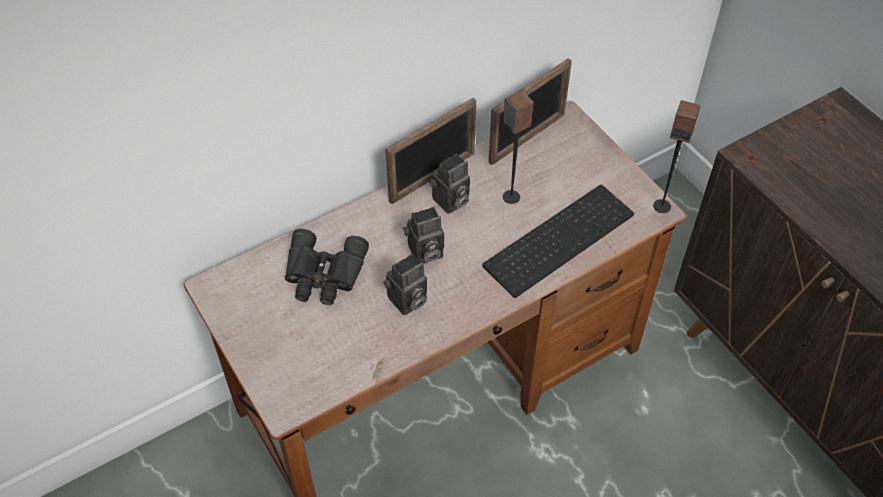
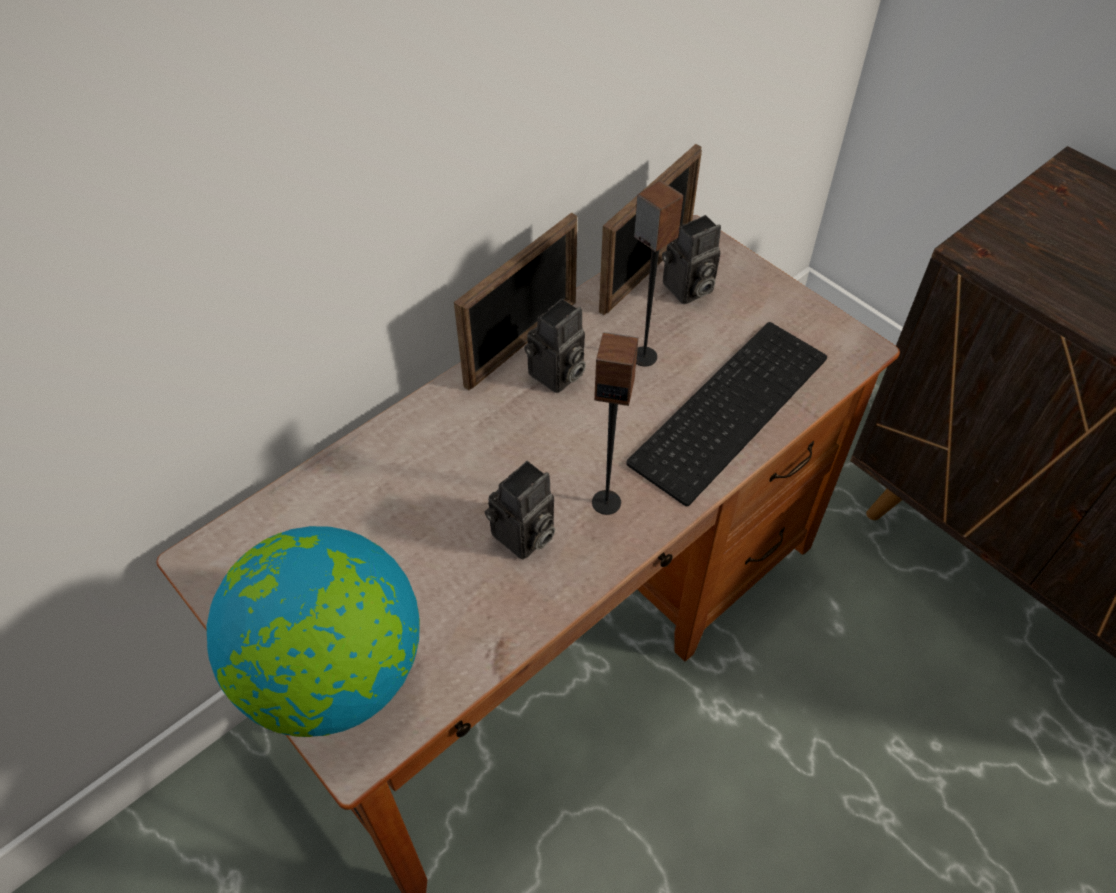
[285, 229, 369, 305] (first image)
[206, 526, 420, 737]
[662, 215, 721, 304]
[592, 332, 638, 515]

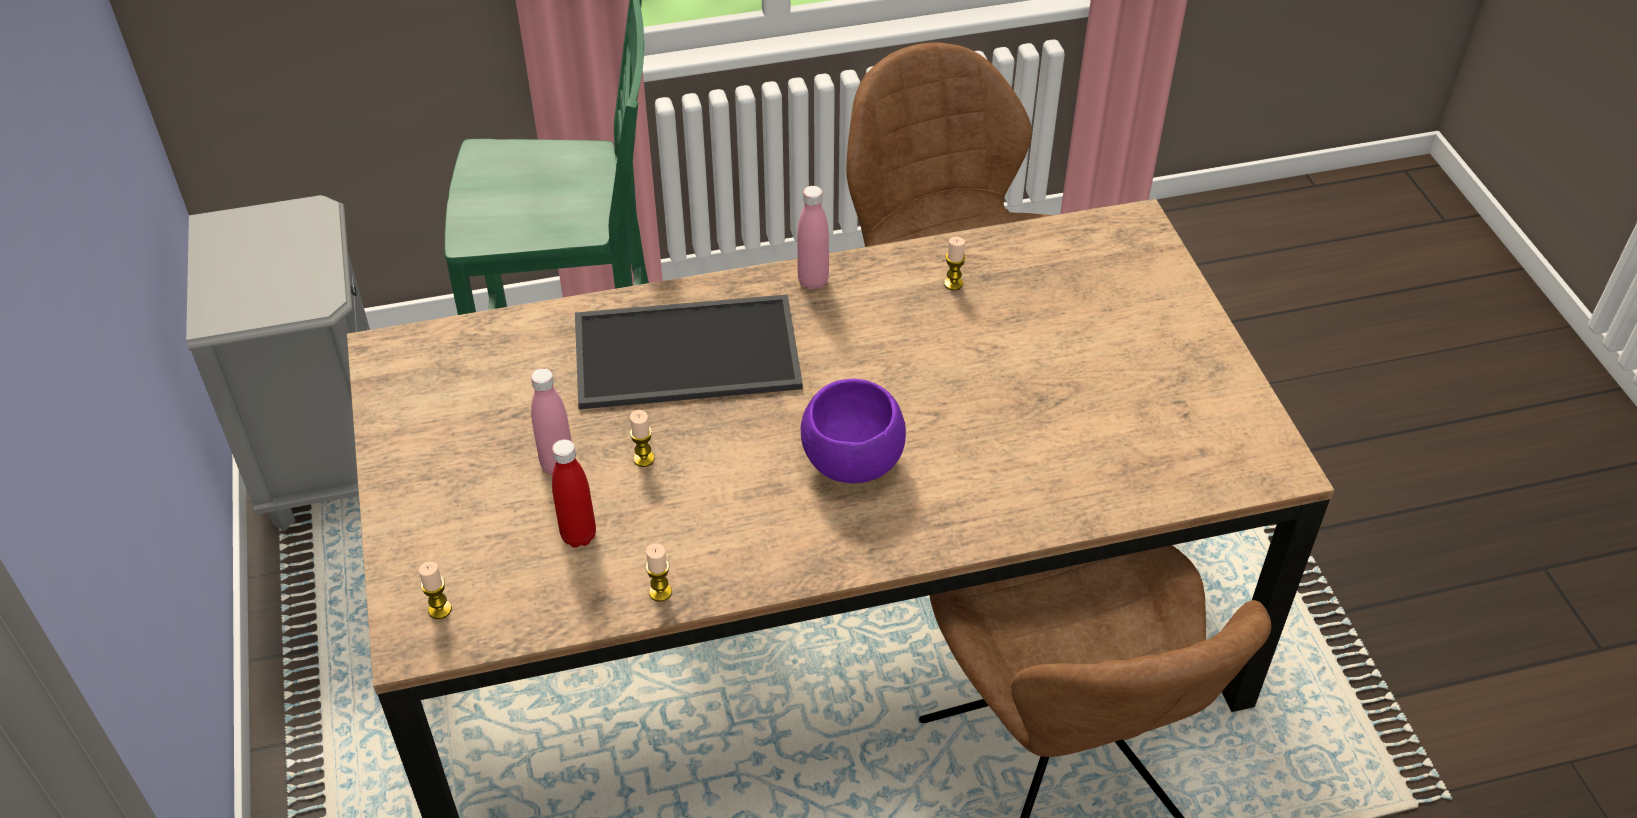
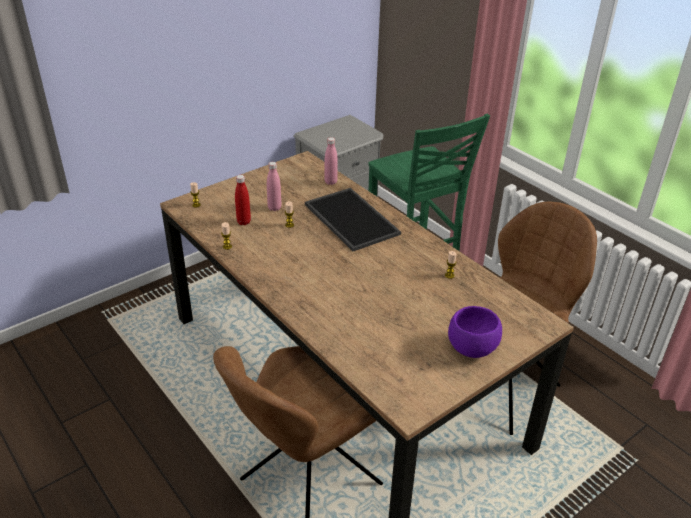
[324, 137, 338, 185]
[448, 306, 502, 358]

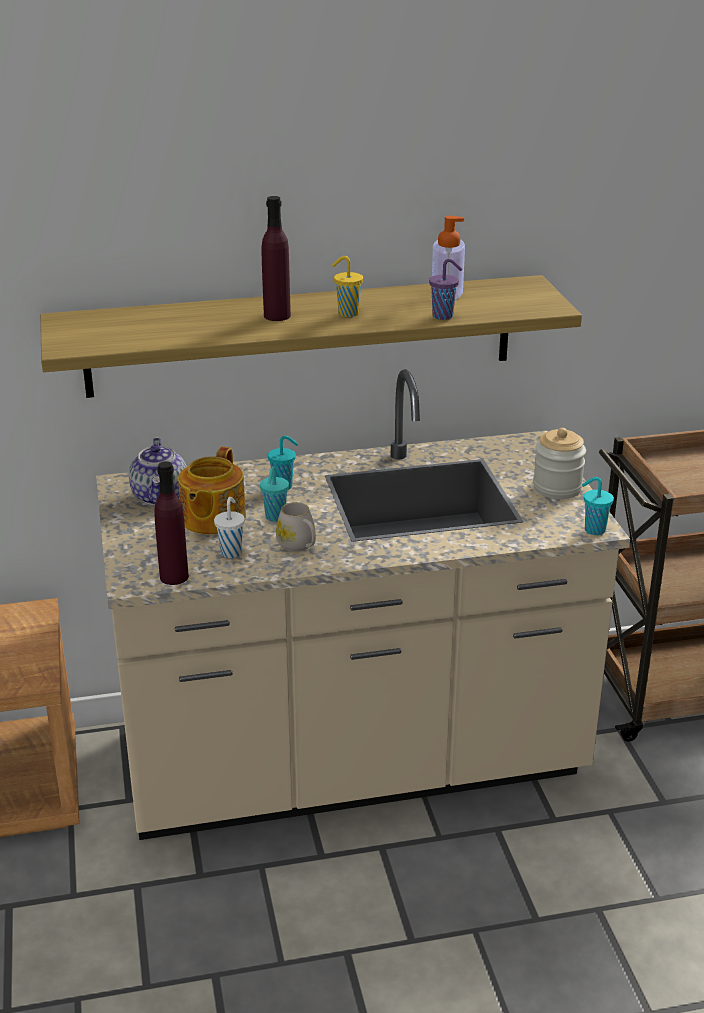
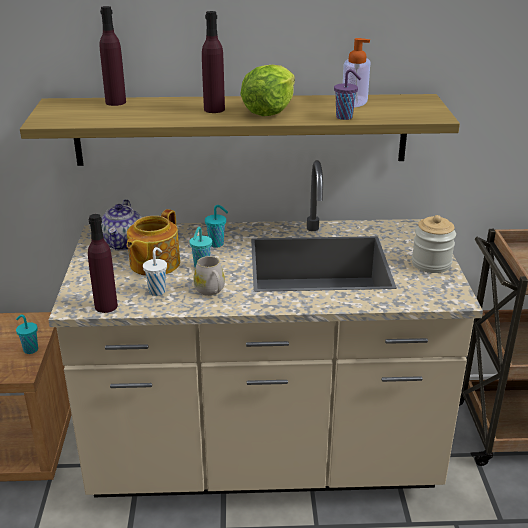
[100, 6, 126, 106]
[16, 315, 38, 354]
[240, 65, 295, 116]

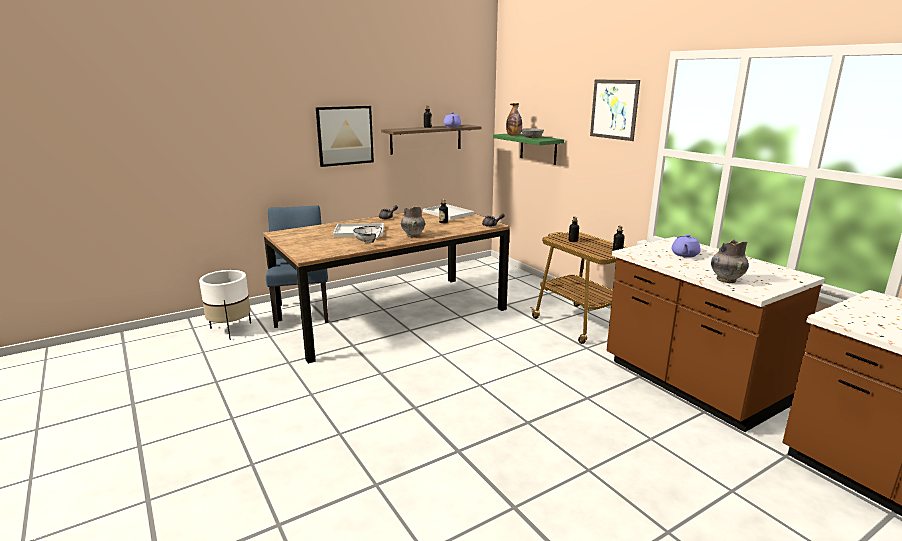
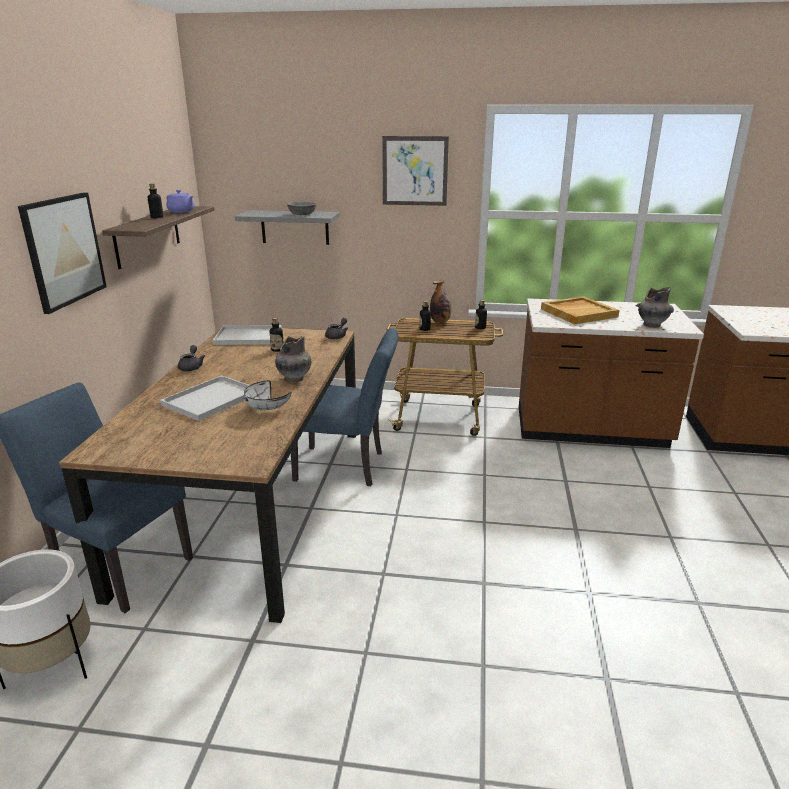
[291, 328, 398, 486]
[430, 280, 451, 323]
[541, 296, 619, 324]
[235, 210, 340, 245]

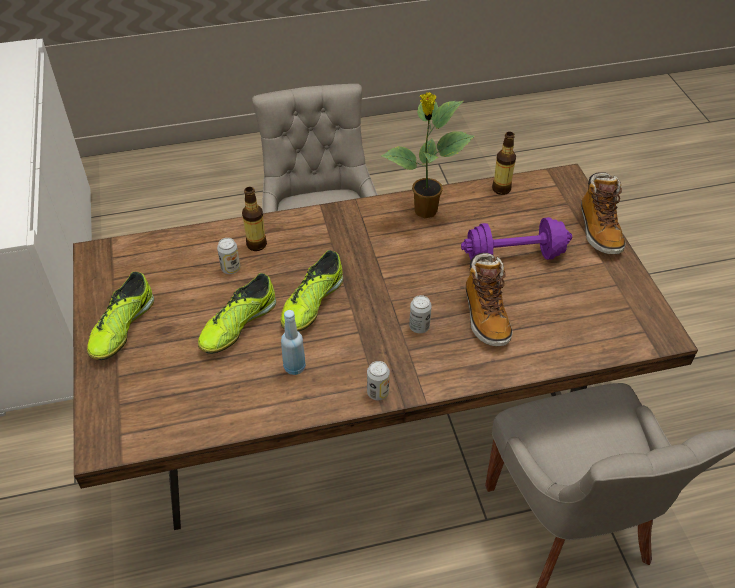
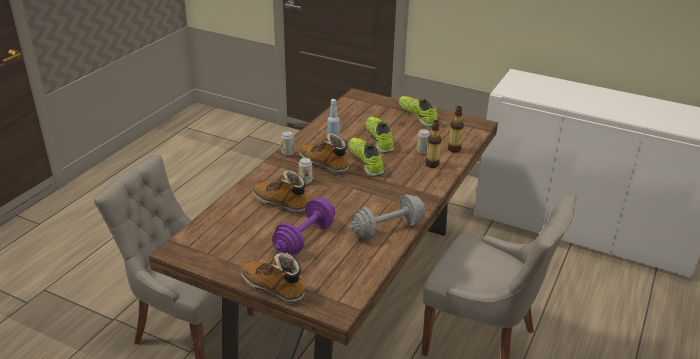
[299, 133, 349, 174]
[448, 106, 464, 153]
[349, 195, 425, 239]

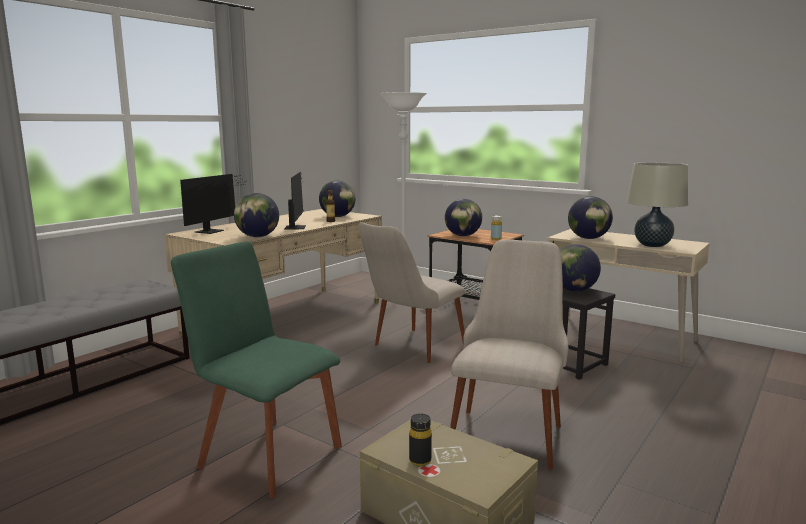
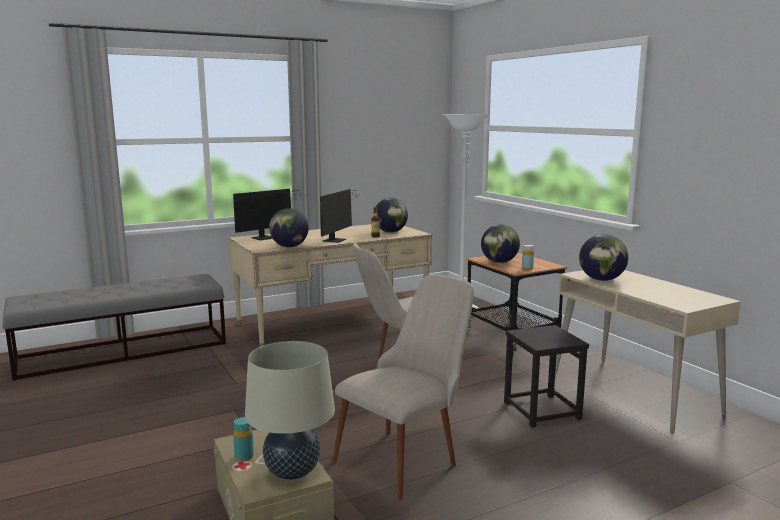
[171, 241, 342, 498] (first image)
[560, 244, 601, 292] (first image)
[245, 341, 335, 480]
[233, 417, 254, 462]

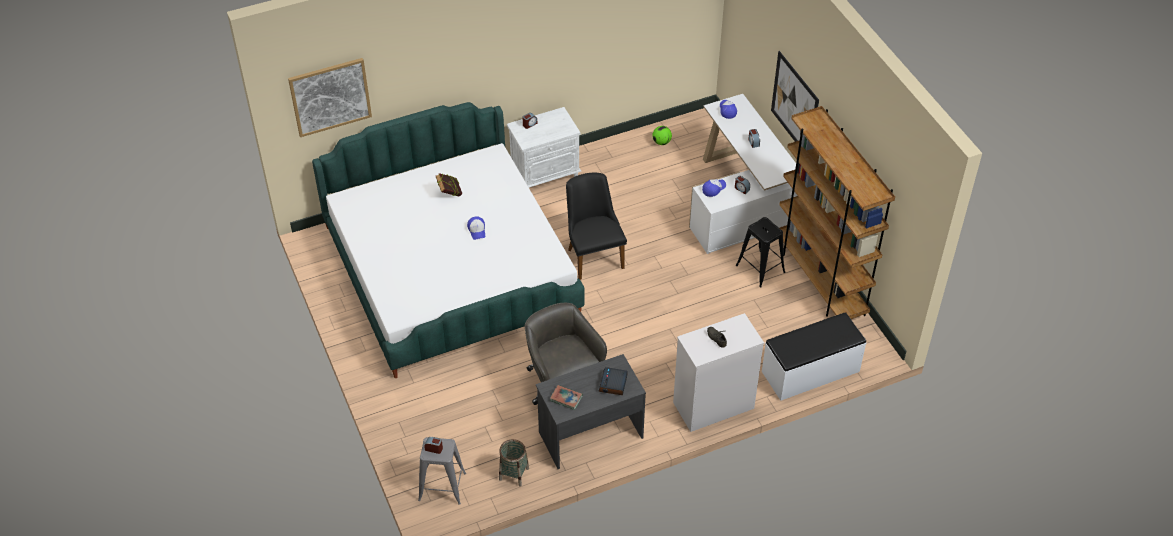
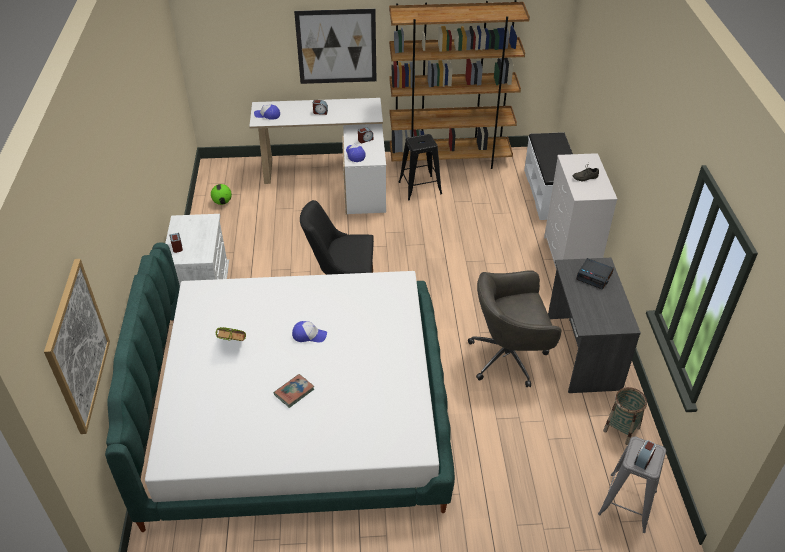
[274, 374, 314, 408]

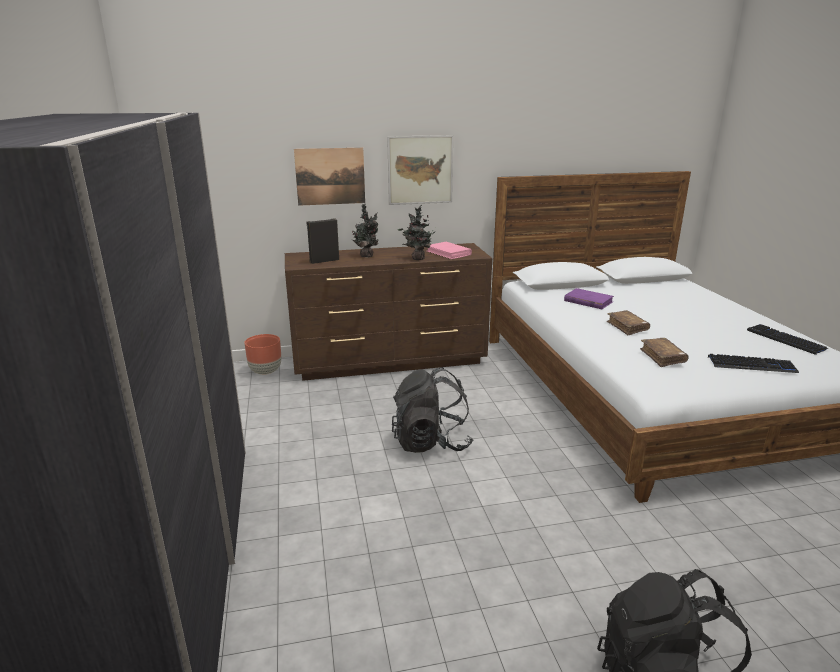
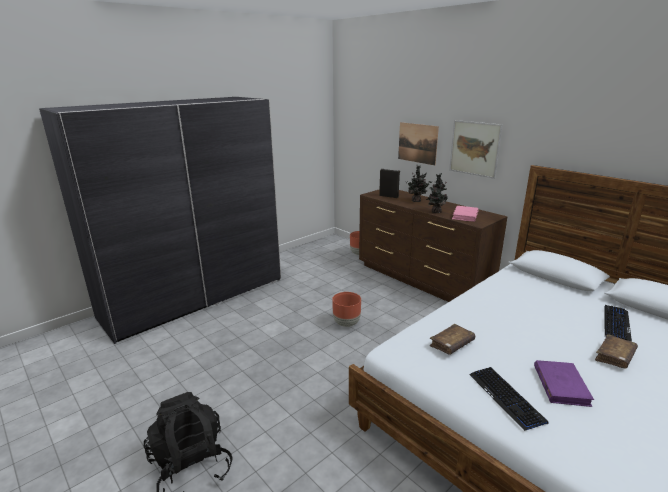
[534, 360, 594, 407]
[595, 334, 638, 368]
[604, 305, 632, 342]
[332, 292, 361, 327]

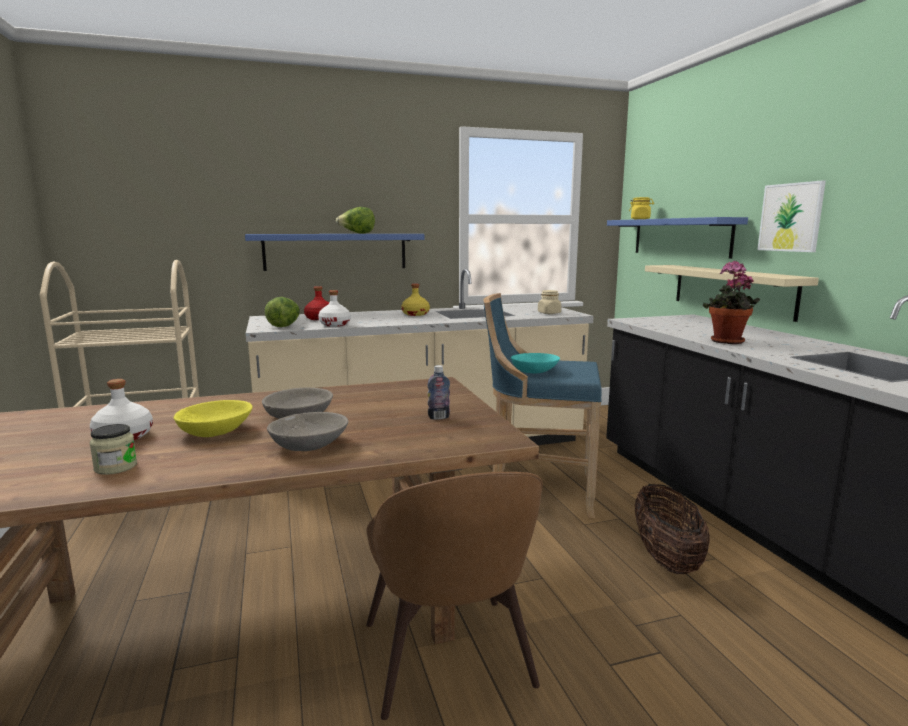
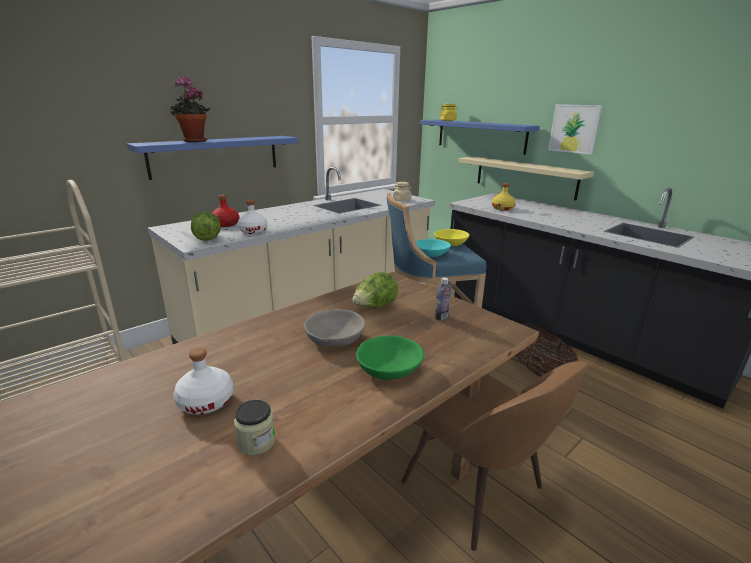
[434, 229, 470, 246]
[352, 272, 398, 308]
[492, 183, 516, 211]
[170, 76, 210, 142]
[356, 335, 424, 380]

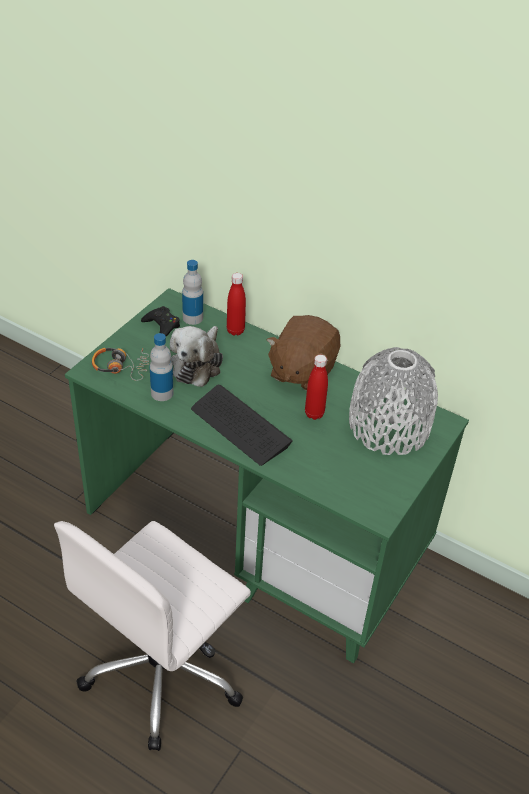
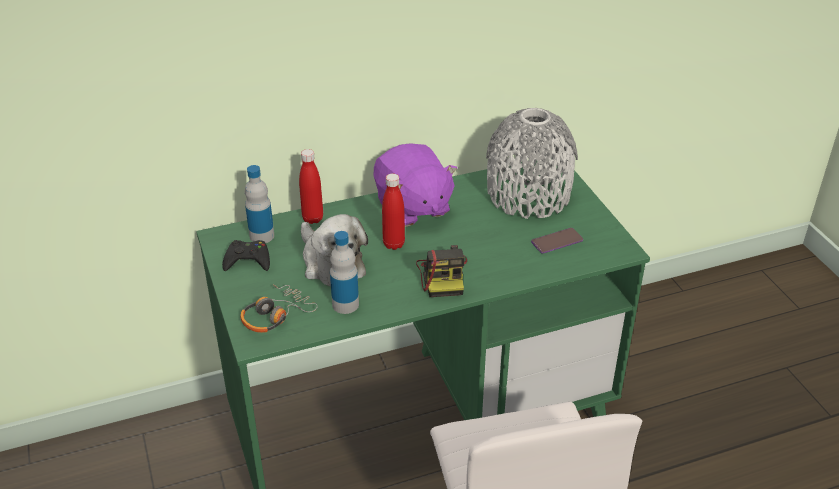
[531, 228, 583, 254]
[382, 173, 405, 250]
[416, 245, 467, 297]
[373, 143, 458, 227]

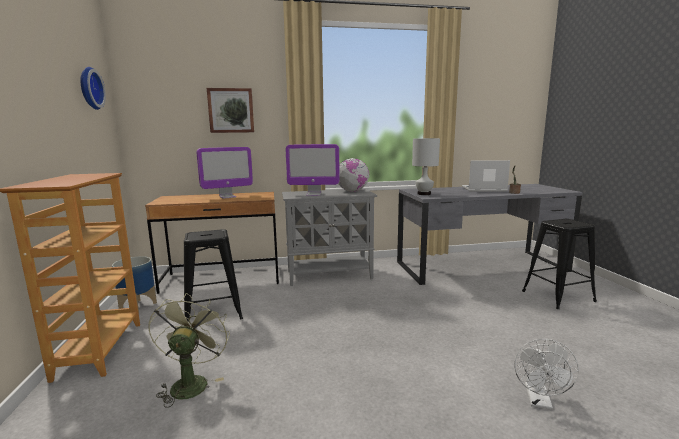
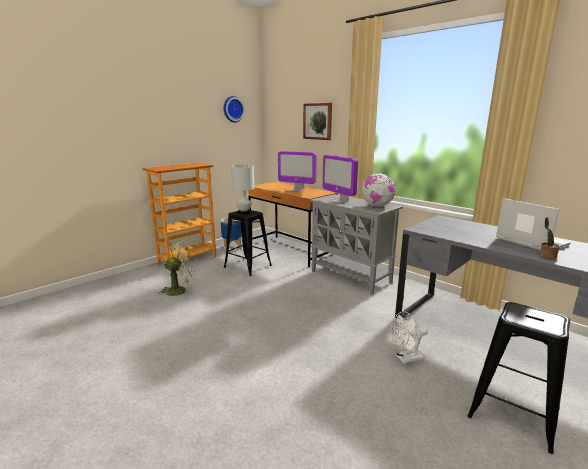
[231, 164, 254, 214]
[391, 311, 428, 364]

